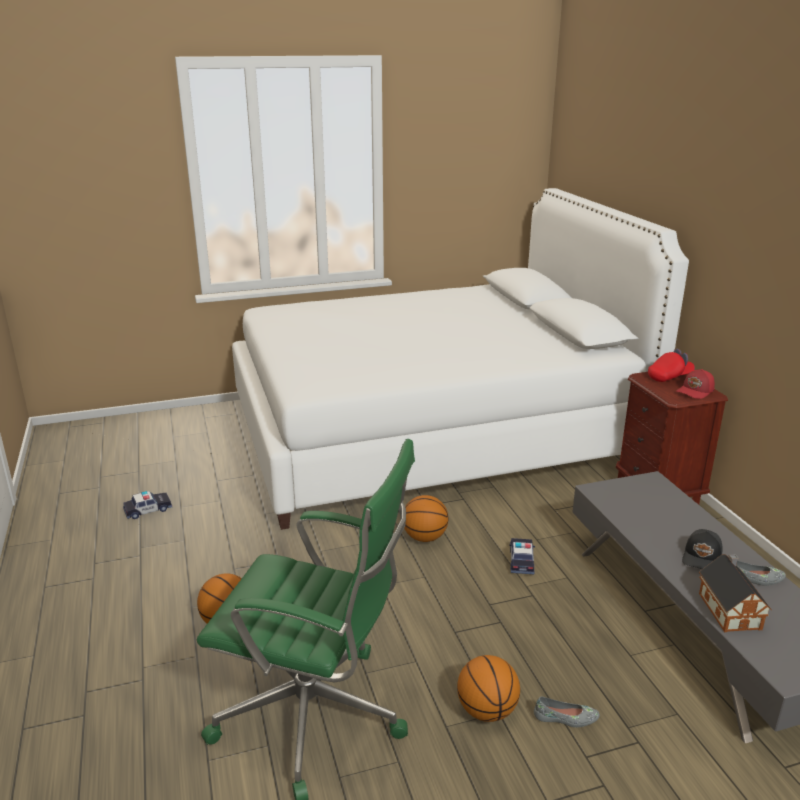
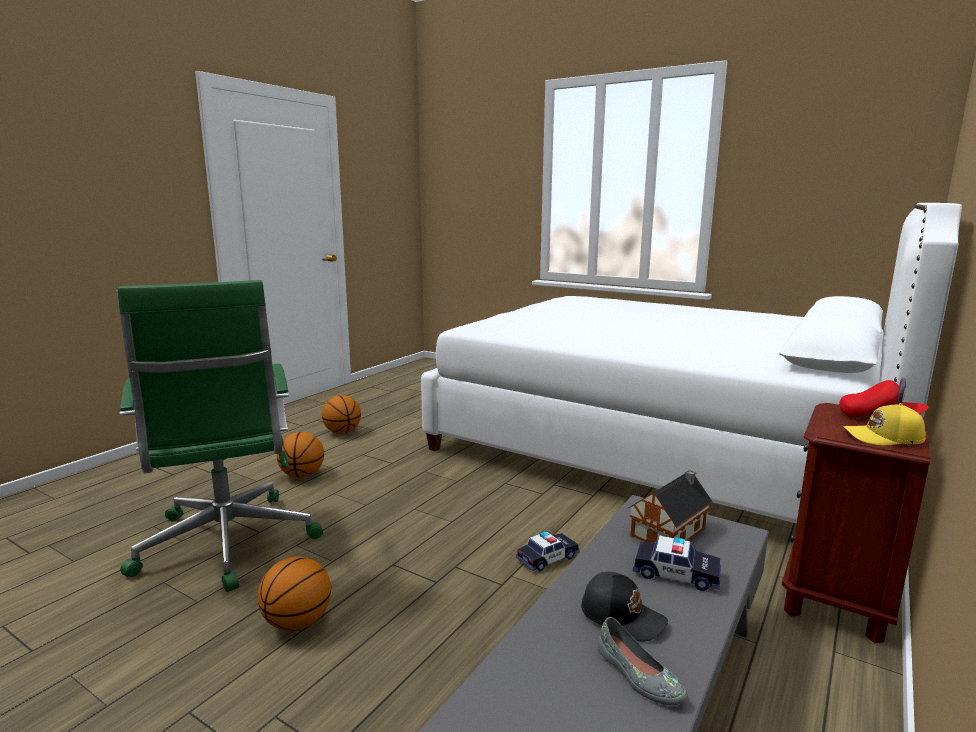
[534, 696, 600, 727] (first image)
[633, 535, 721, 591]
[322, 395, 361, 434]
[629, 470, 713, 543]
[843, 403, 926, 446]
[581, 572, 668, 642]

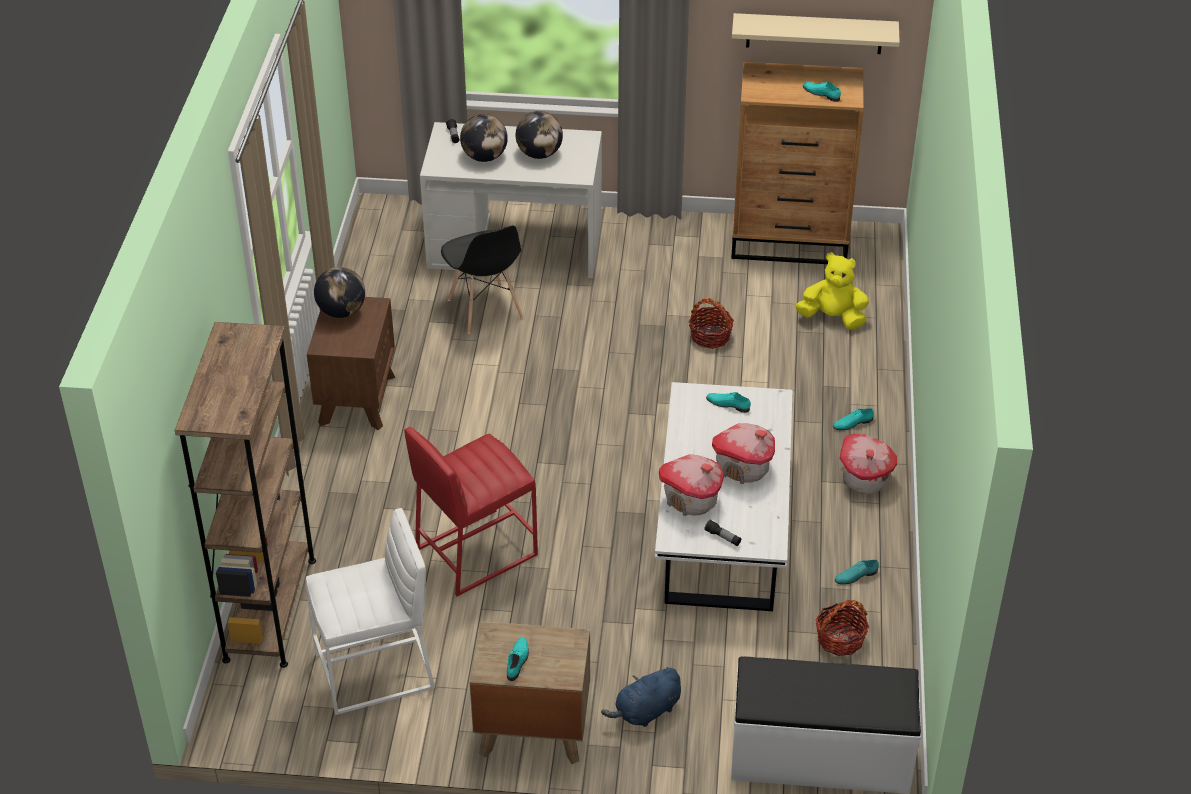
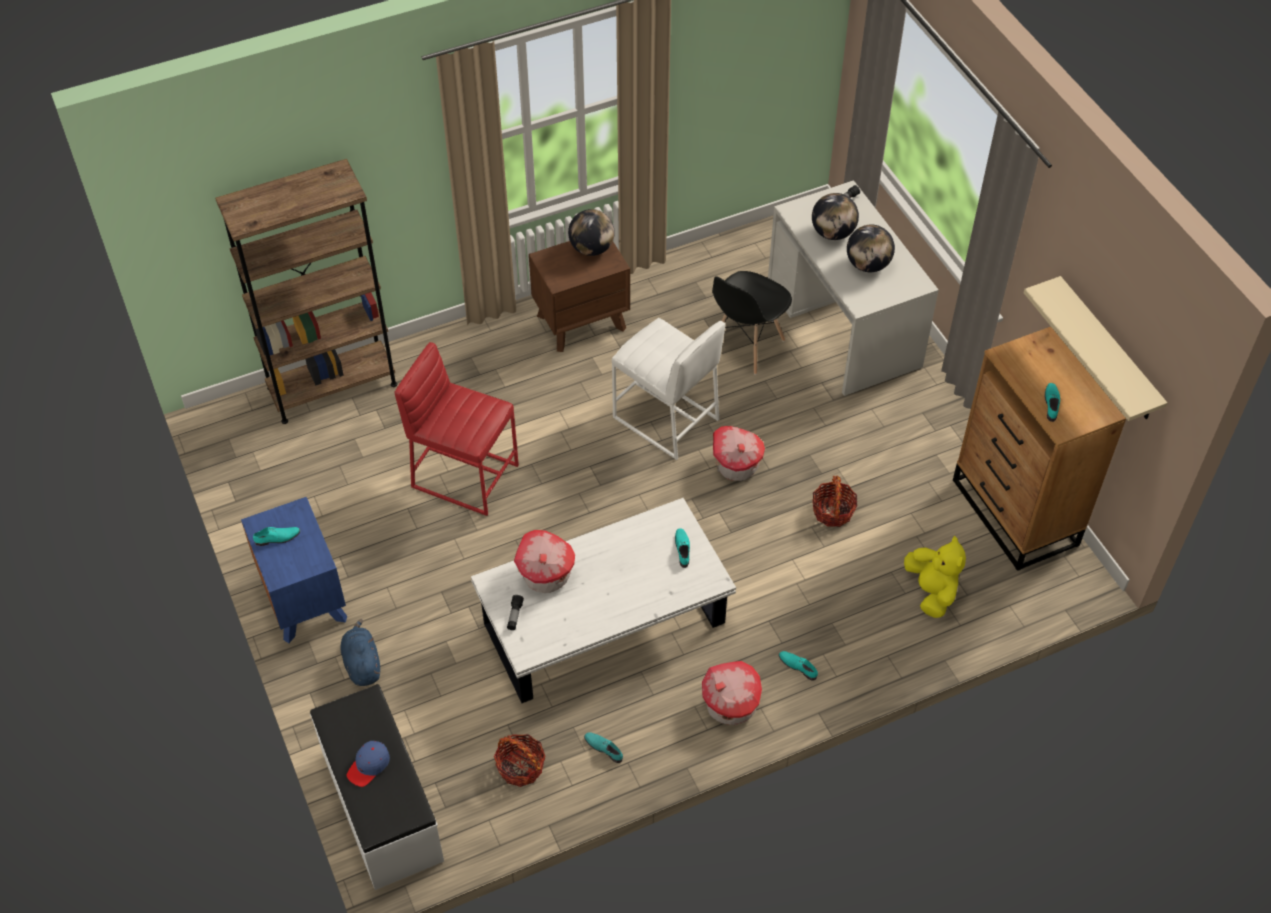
[347, 741, 390, 787]
[612, 318, 725, 460]
[713, 426, 765, 481]
[241, 497, 347, 643]
[340, 619, 380, 686]

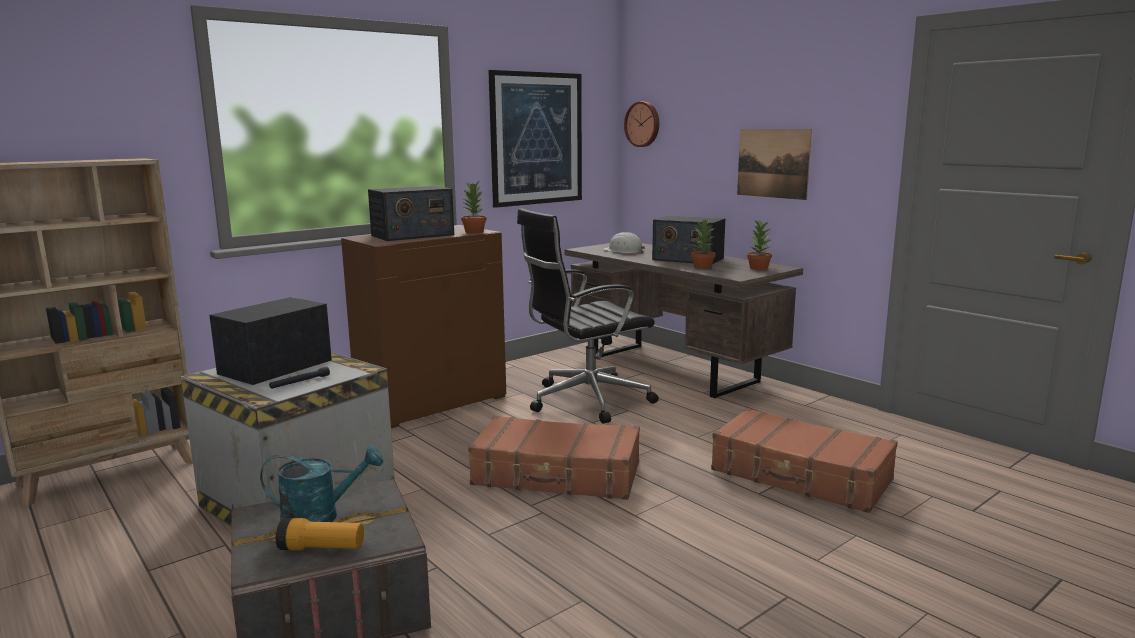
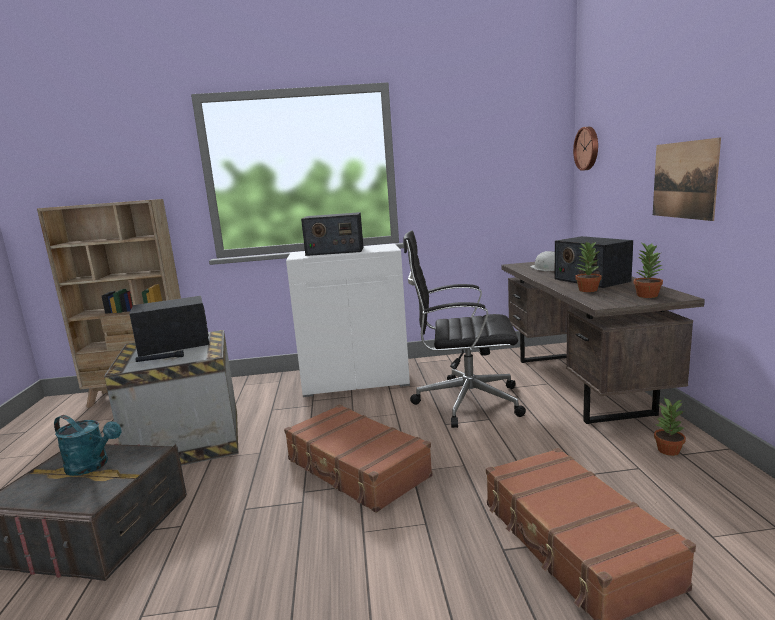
[276, 518, 364, 551] (first image)
[488, 70, 582, 208] (first image)
[654, 398, 686, 456]
[286, 243, 410, 397]

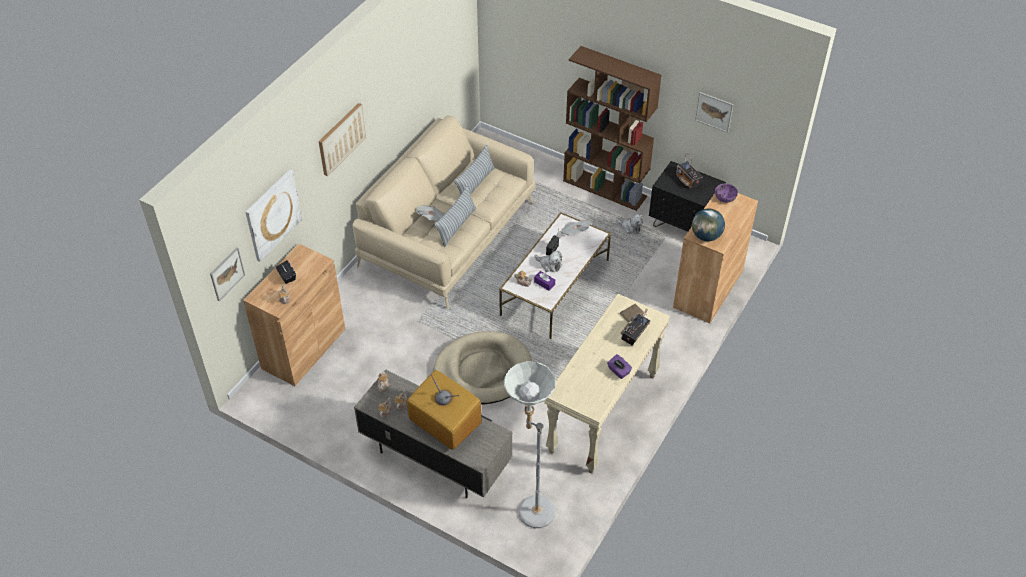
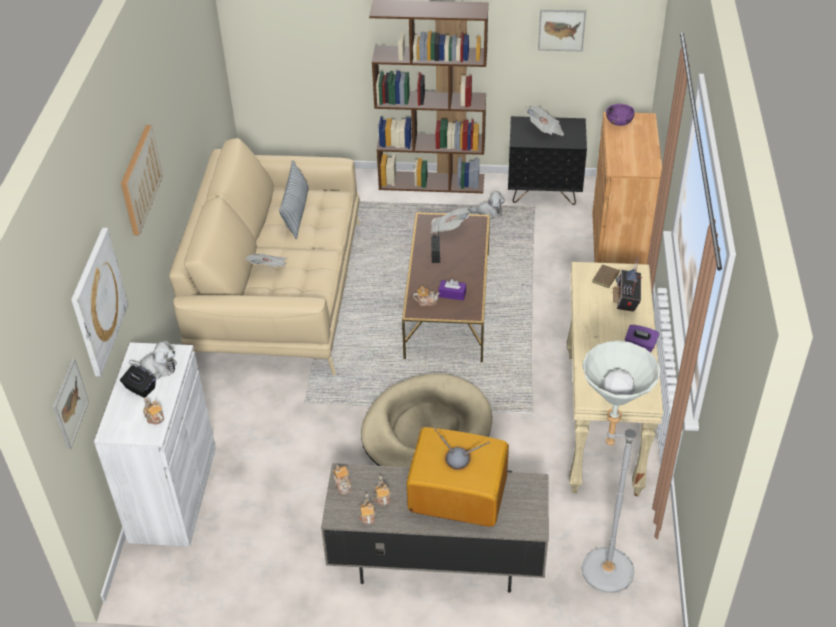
[434, 185, 476, 247] (first image)
[692, 208, 725, 241] (first image)
[129, 341, 177, 379]
[526, 106, 564, 136]
[94, 342, 216, 547]
[402, 212, 490, 362]

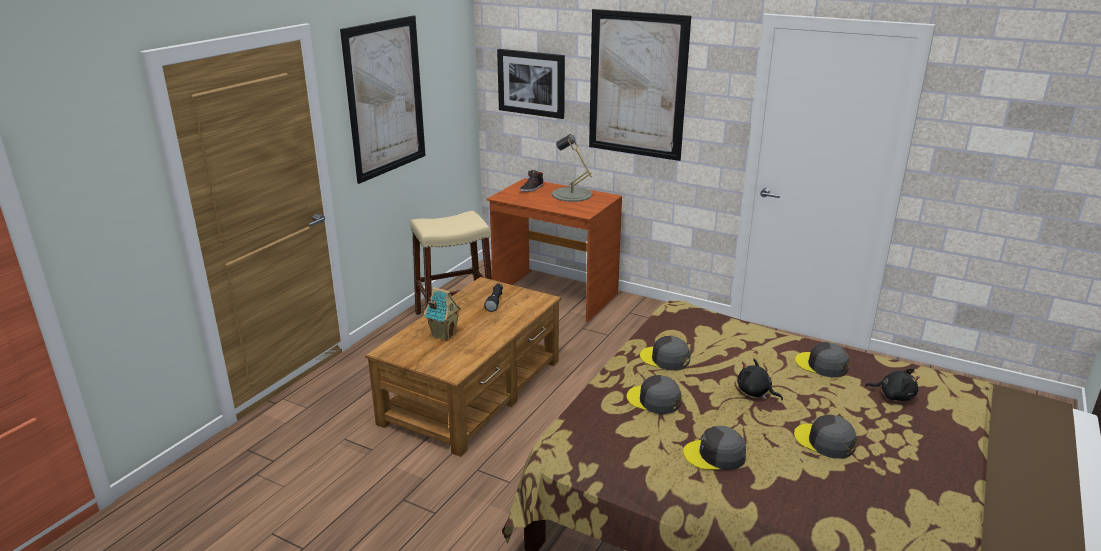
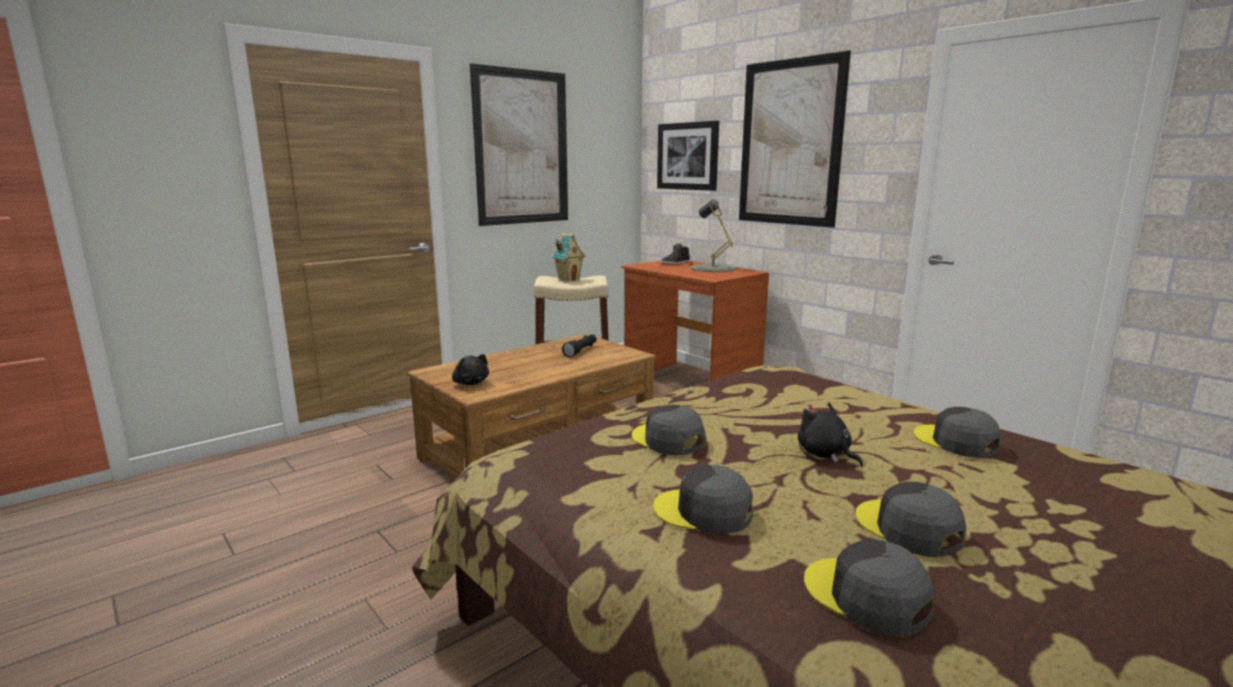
[552, 233, 585, 282]
[804, 539, 934, 637]
[452, 354, 489, 385]

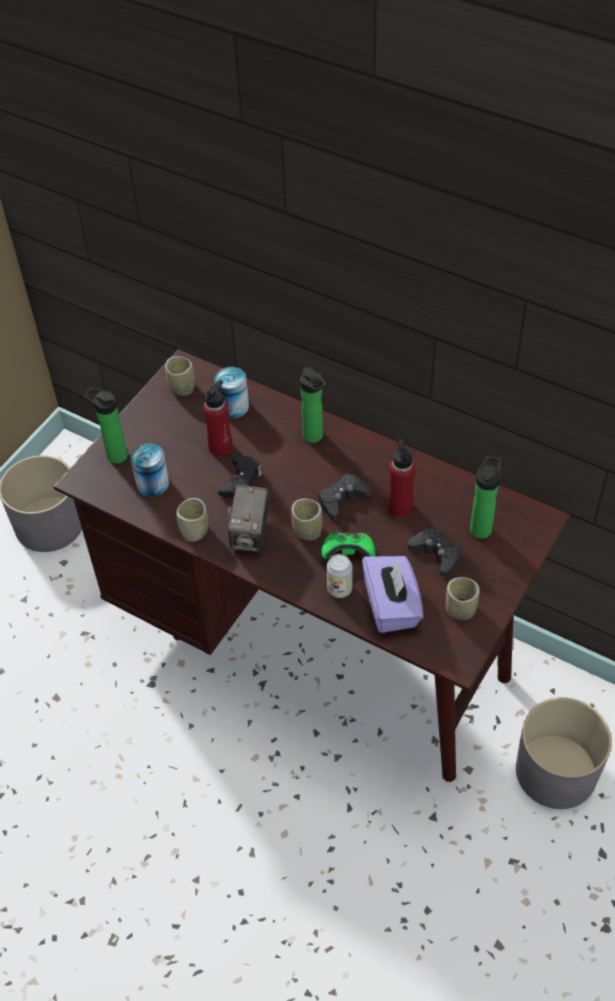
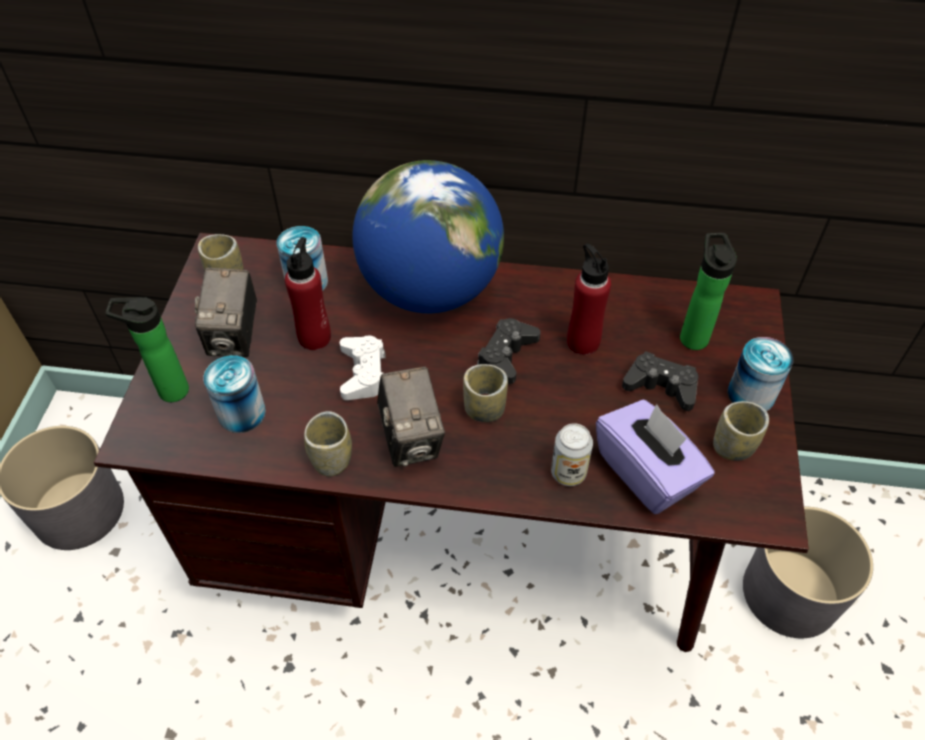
[321, 530, 375, 559] (first image)
[195, 268, 257, 357]
[728, 337, 793, 411]
[352, 160, 504, 313]
[340, 336, 386, 400]

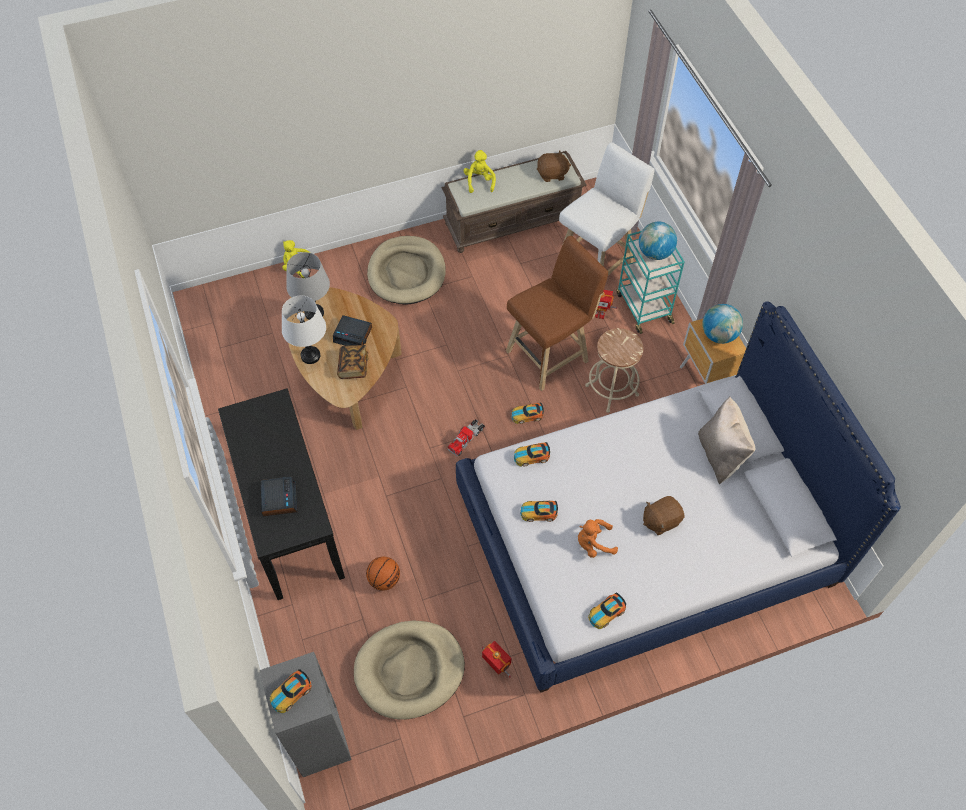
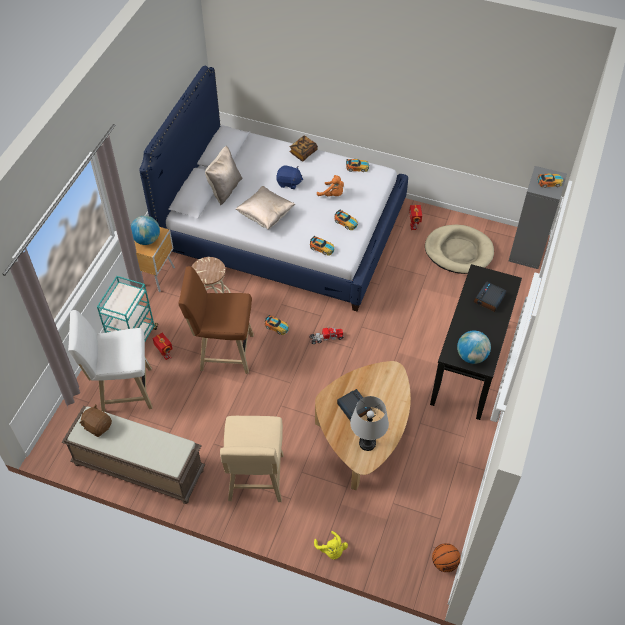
[282, 296, 326, 364] (first image)
[463, 150, 496, 193] (first image)
[236, 186, 295, 229]
[289, 136, 318, 162]
[432, 543, 460, 572]
[457, 331, 491, 364]
[220, 416, 284, 502]
[276, 165, 303, 189]

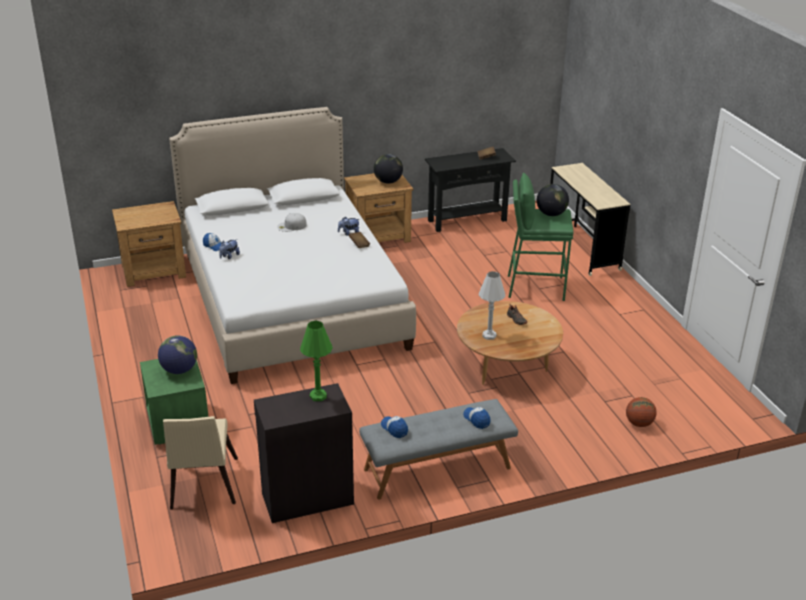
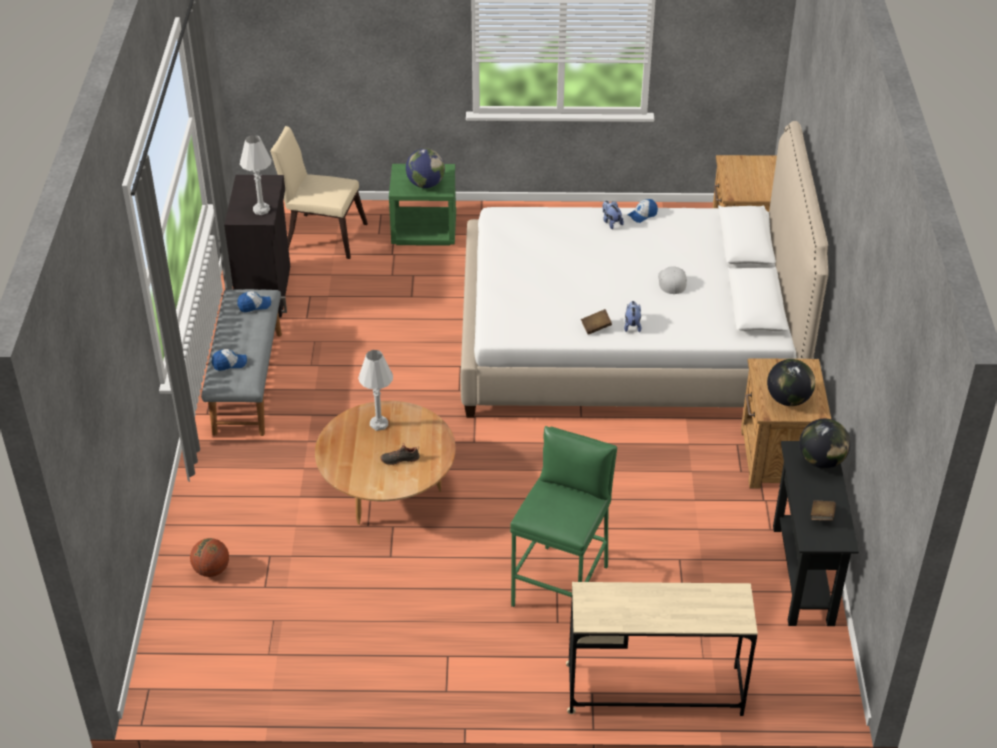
[799, 419, 850, 469]
[240, 135, 272, 215]

